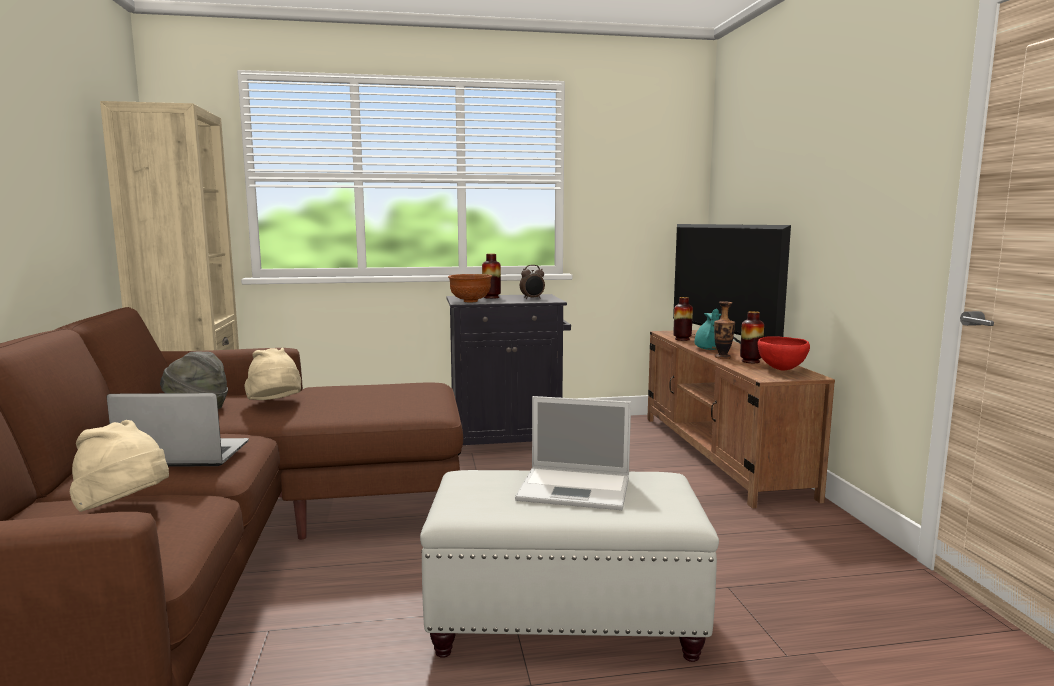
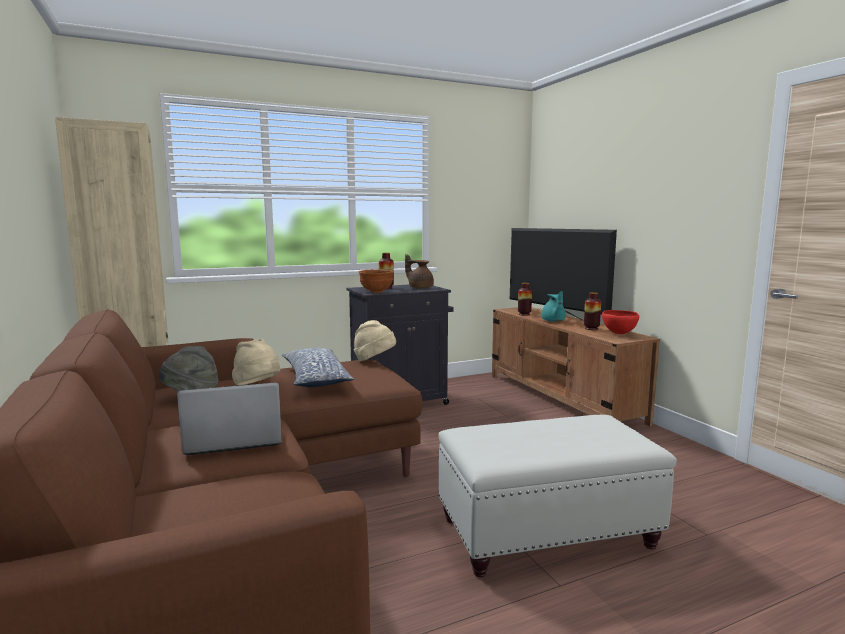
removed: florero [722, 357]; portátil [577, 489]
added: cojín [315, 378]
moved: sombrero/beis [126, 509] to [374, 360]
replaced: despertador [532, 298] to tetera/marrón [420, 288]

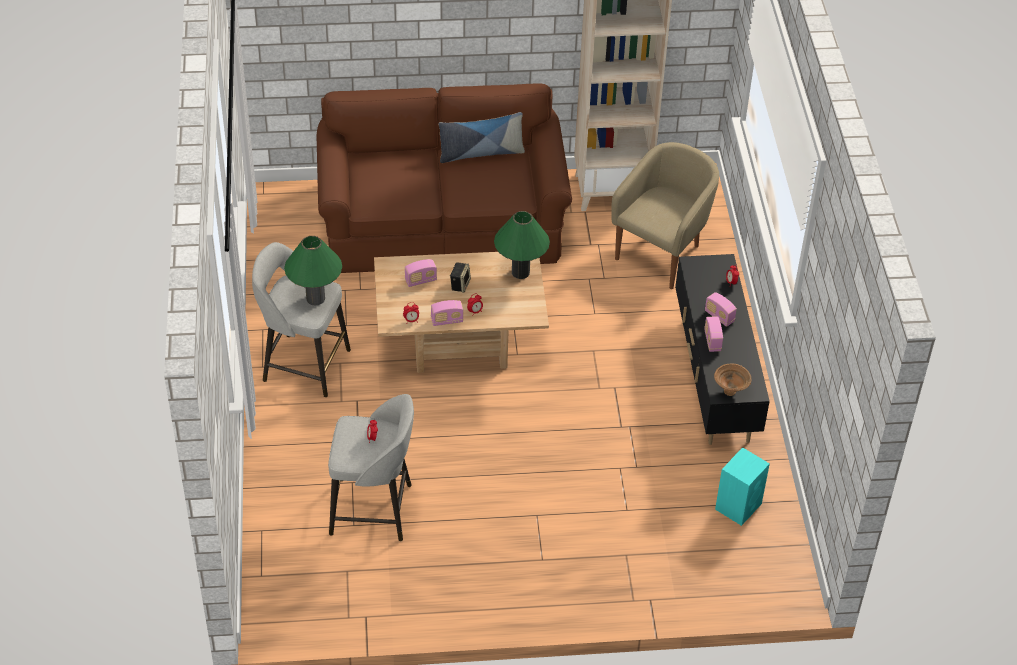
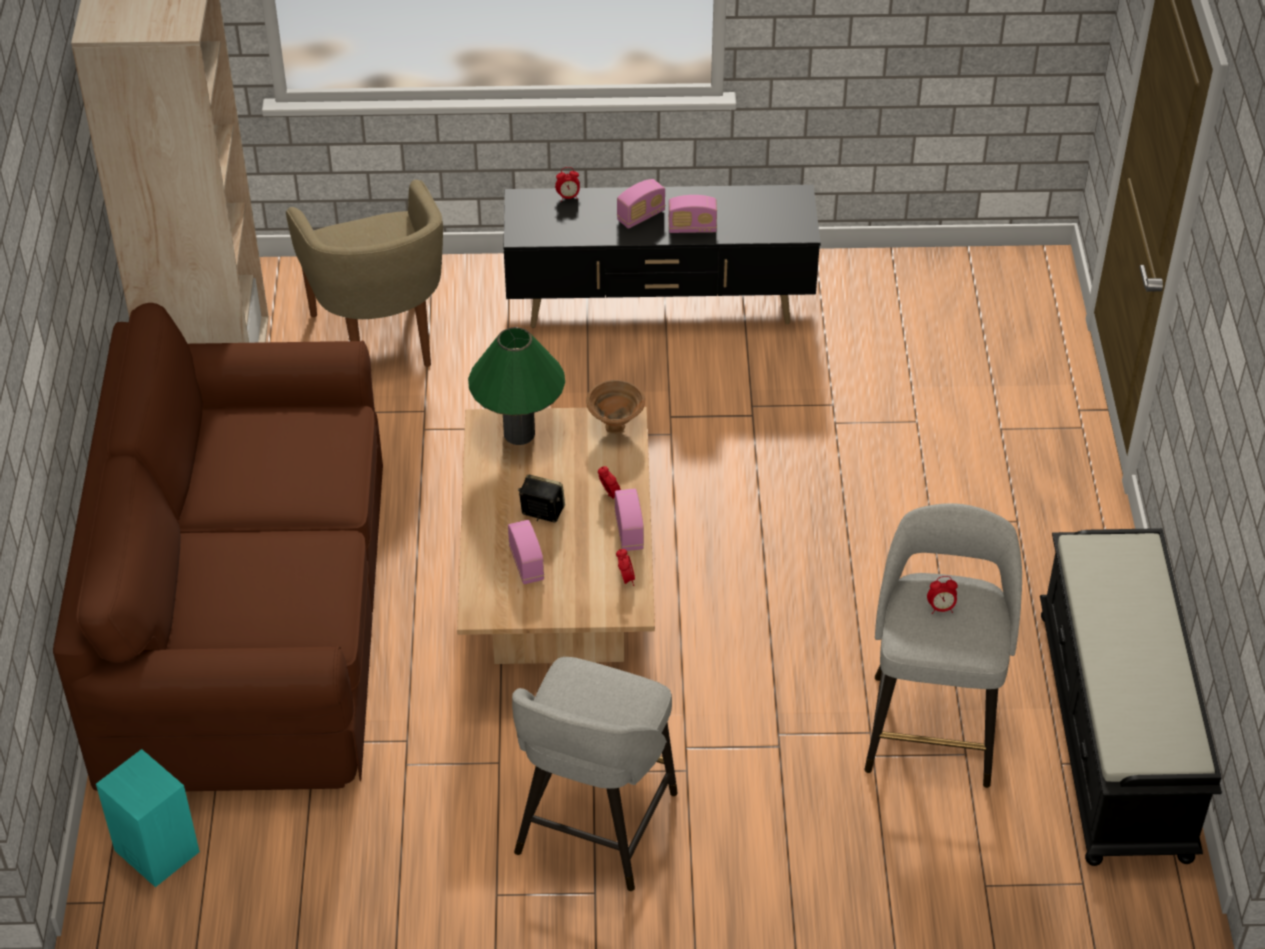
removed: cojín [481, 153]; lámpara de mesa/verde [315, 298]
added: banco/negro [1116, 735]
moved: cuenco/marrón [731, 391] to [615, 426]; altavoz/turquesa [739, 505] to [155, 850]
turned: sillón/beis [662, 254] = [380, 338] 150 degrees counterclockwise

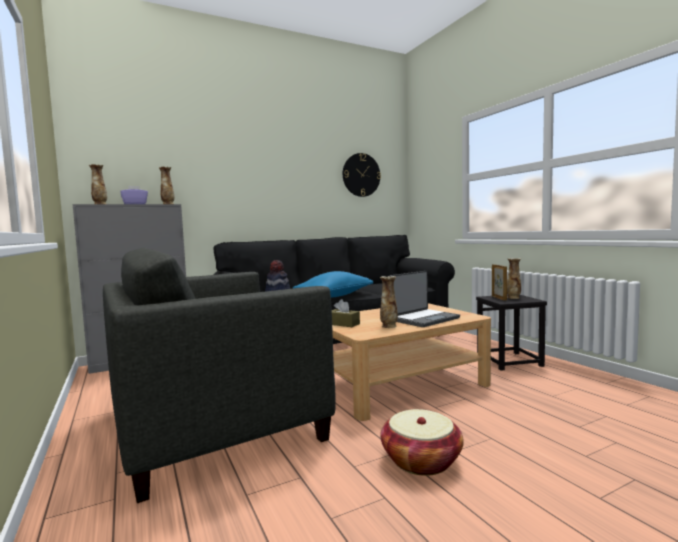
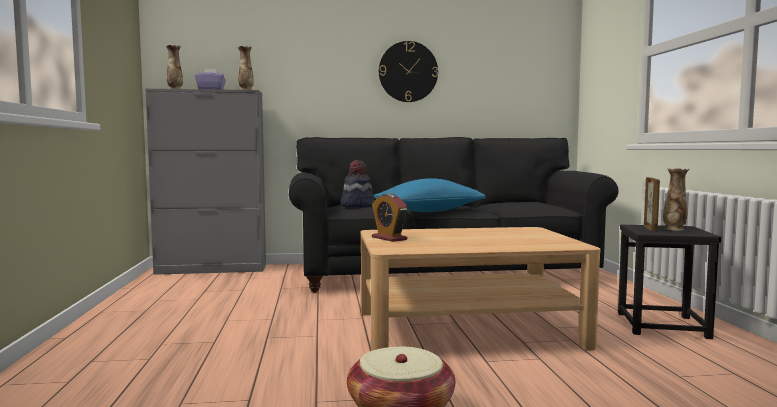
removed: sillón/gris [216, 423]; portátil [424, 319]; florero [389, 326]
moved: reloj de pared [361, 175] to [408, 72]
replaced: caja de pañuelos/marrón [343, 324] to despertador [389, 238]

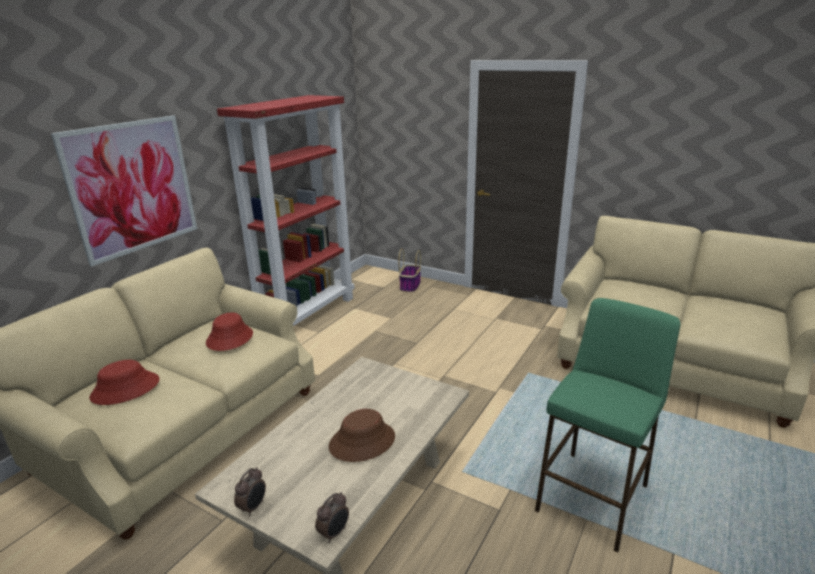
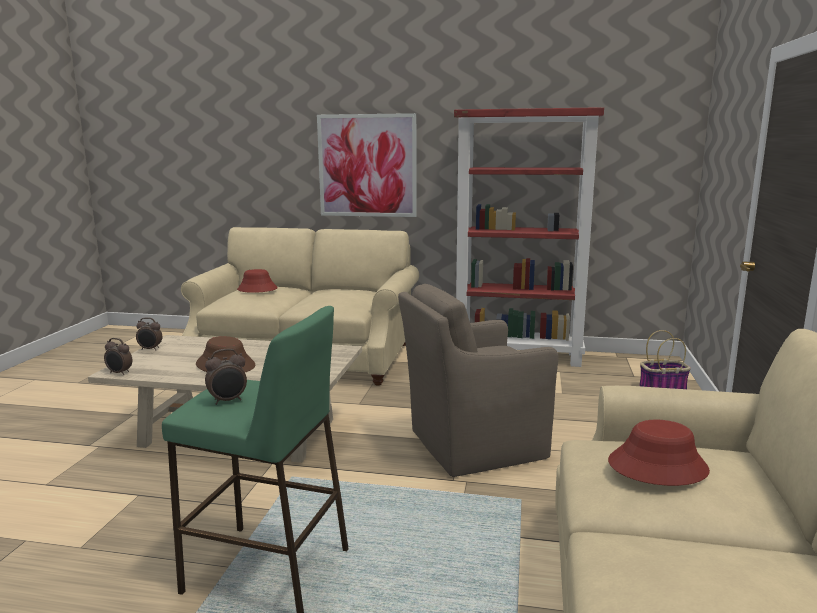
added: sillón/marrón [472, 445]; despertador [228, 401]
moved: sombrero/rojo [229, 338] to [657, 466]

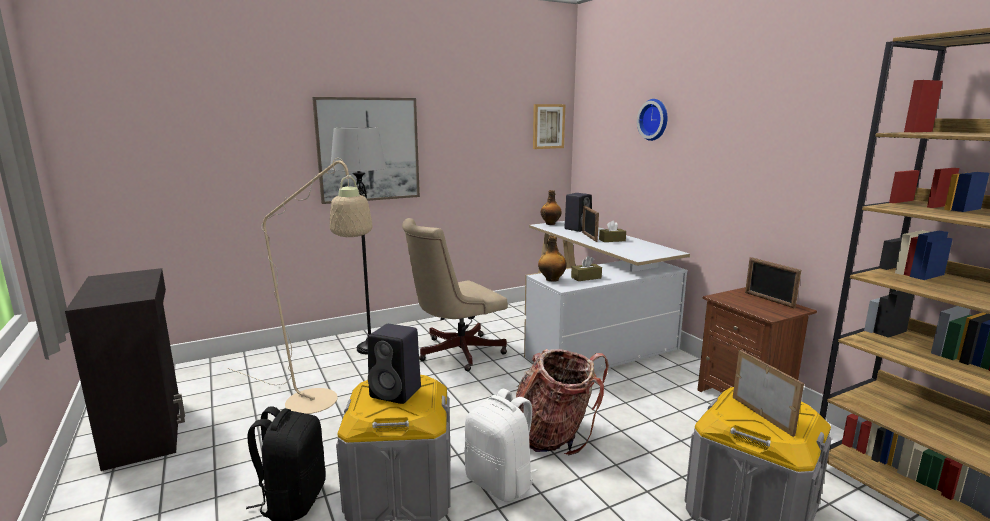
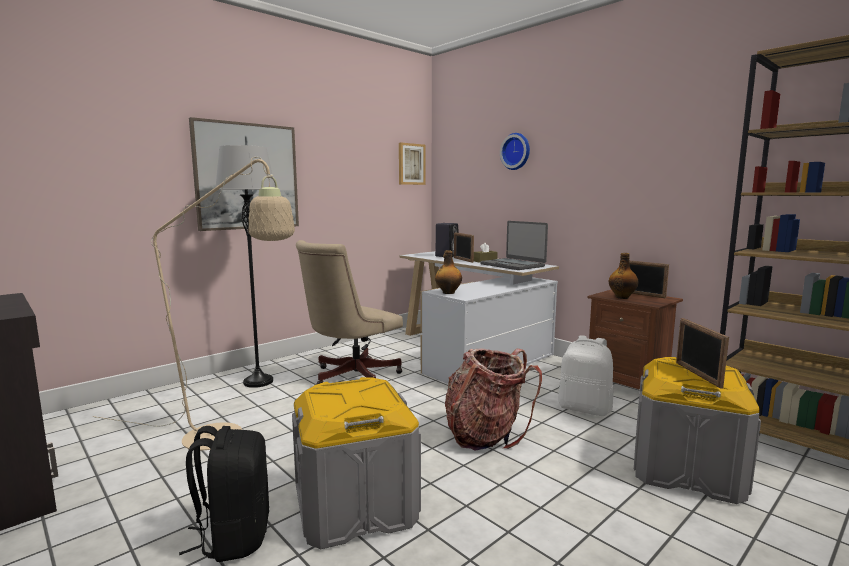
removed: caja de pañuelos/marrón [586, 278]; altavoz/negro [397, 393]
added: portátil [513, 265]
moved: botella [550, 224] to [622, 297]; mochila/blanco [501, 483] to [585, 408]
turned: portarretratos [762, 415] = [697, 374] 150 degrees counterclockwise

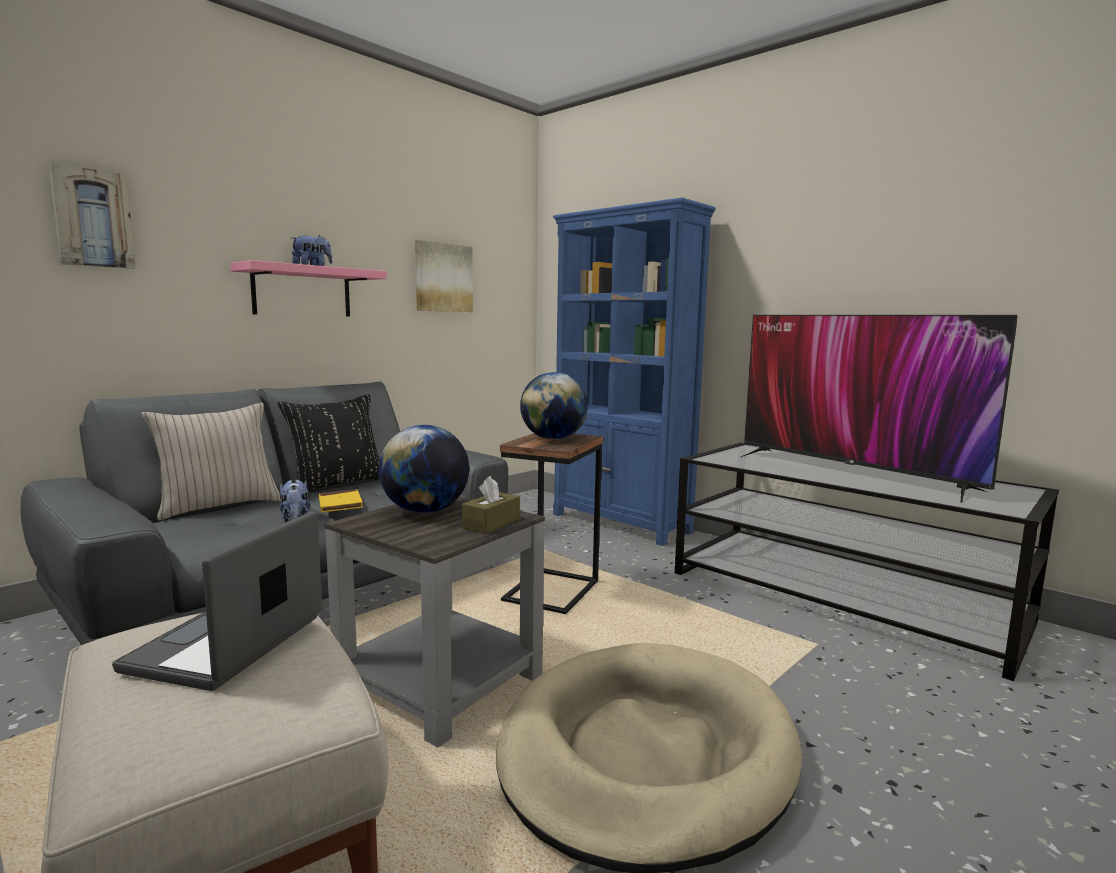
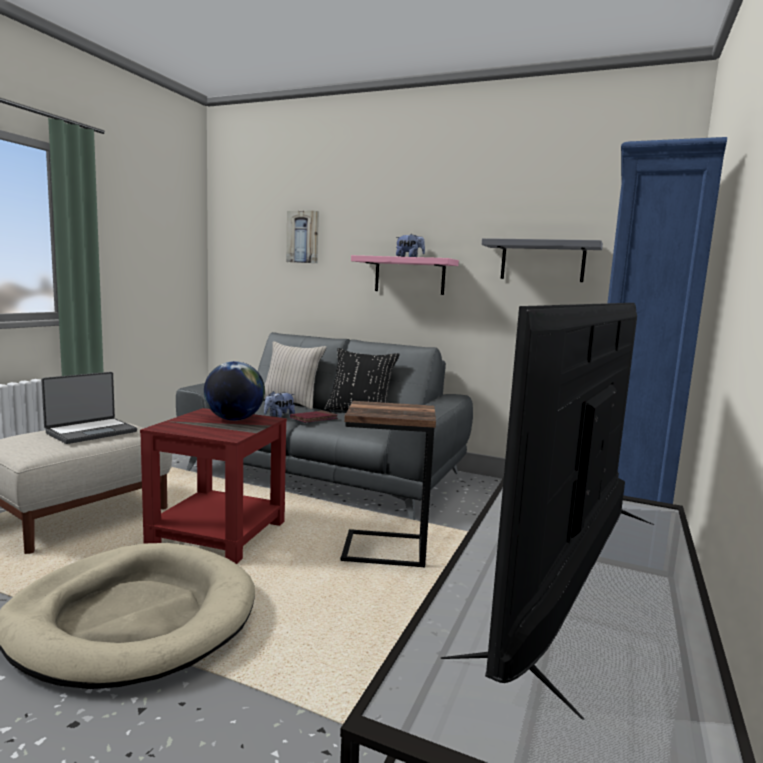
removed: globo terráqueo [553, 439]; caja de pañuelos/marrón [491, 523]
replaced: cuadro [443, 277] to estante/gris [542, 261]
recoloured: libro/amarillo [340, 504] to libro/rojo [314, 419]; mesa auxiliar/gris [440, 681] to mesa auxiliar/rojo [220, 533]
turned: portátil [229, 644] = [91, 432] 135 degrees clockwise

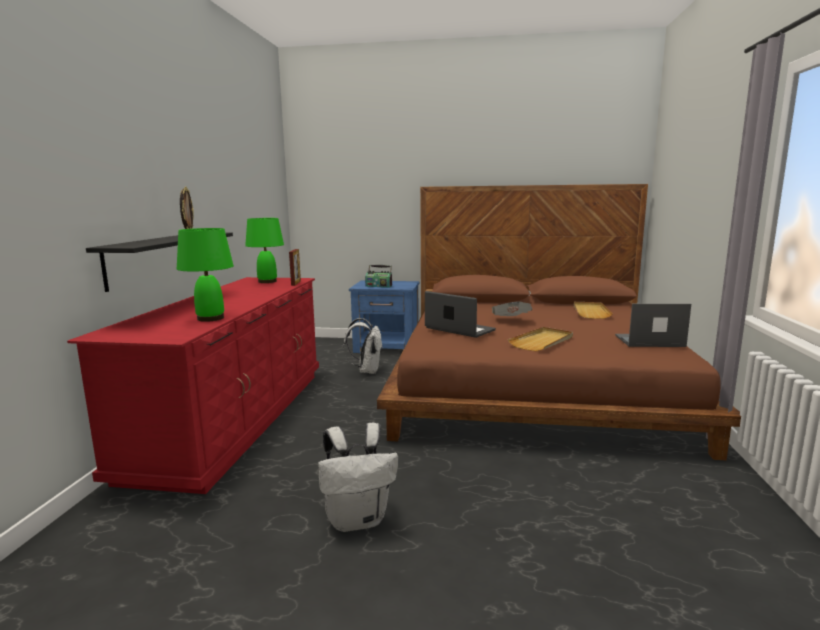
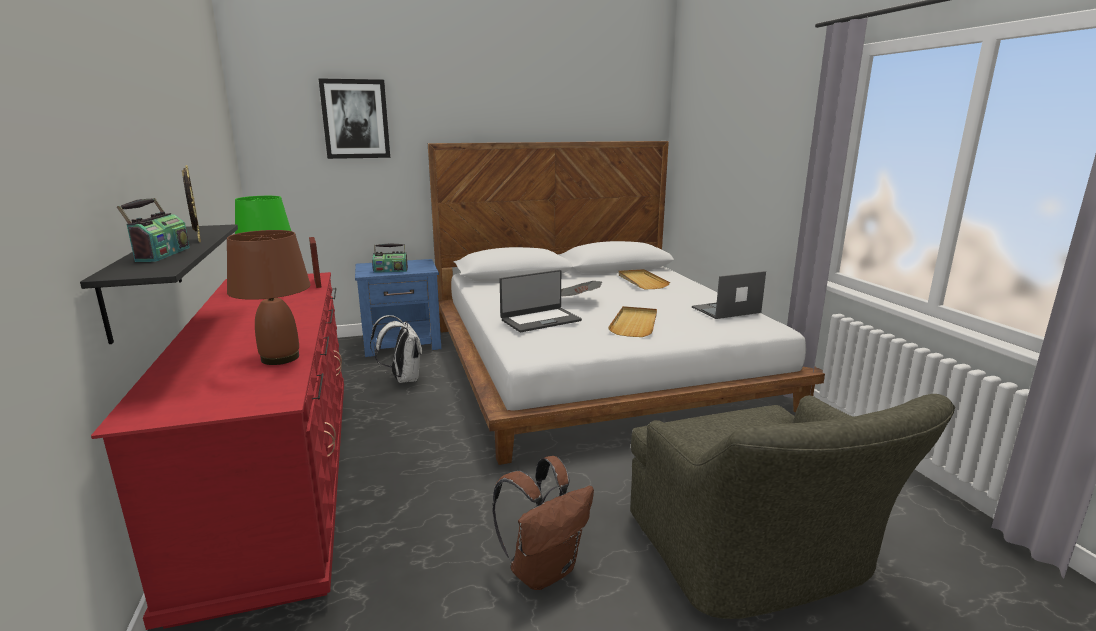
added: cuadro [355, 119]; radio [161, 254]; sillón/verde [757, 560]
recoloured: cama/marrón [533, 384] to cama/blanco [597, 365]; lámpara de mesa/verde [210, 318] to lámpara de mesa/marrón [279, 358]; mochila/blanco [358, 519] to mochila/marrón [544, 570]
turned: portátil [459, 329] = [540, 320] 135 degrees clockwise

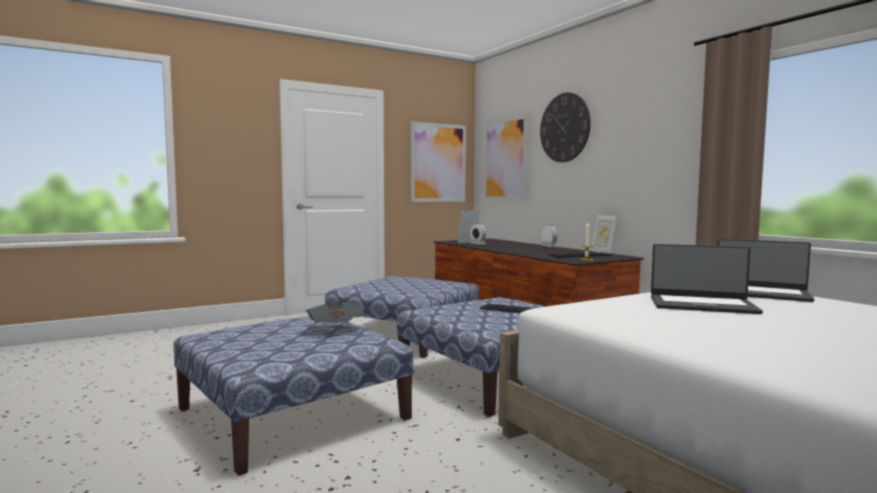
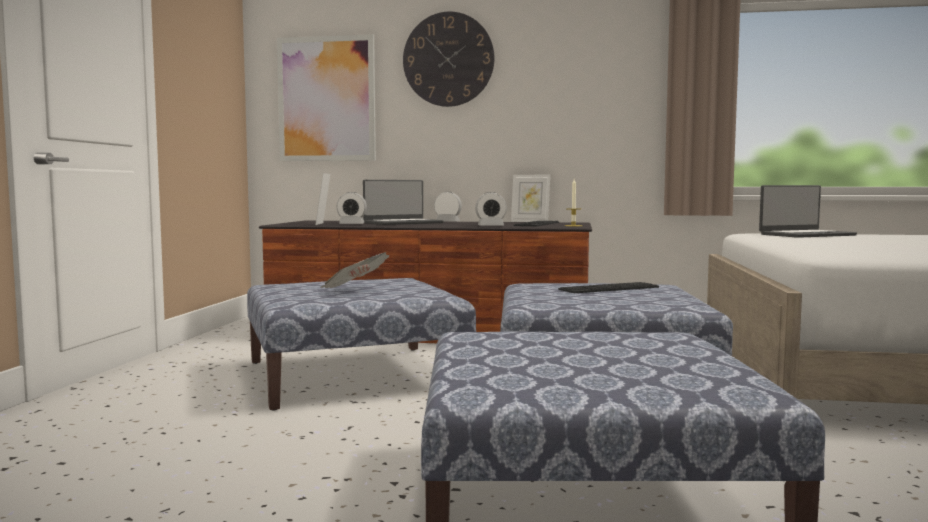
removed: cuadro [438, 162]
added: despertador [490, 226]
moved: portátil [702, 305] to [402, 223]; periódico [336, 329] to [355, 290]

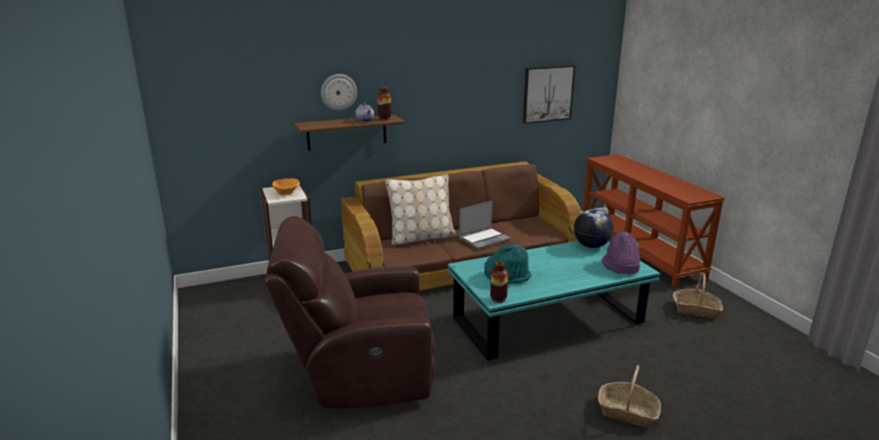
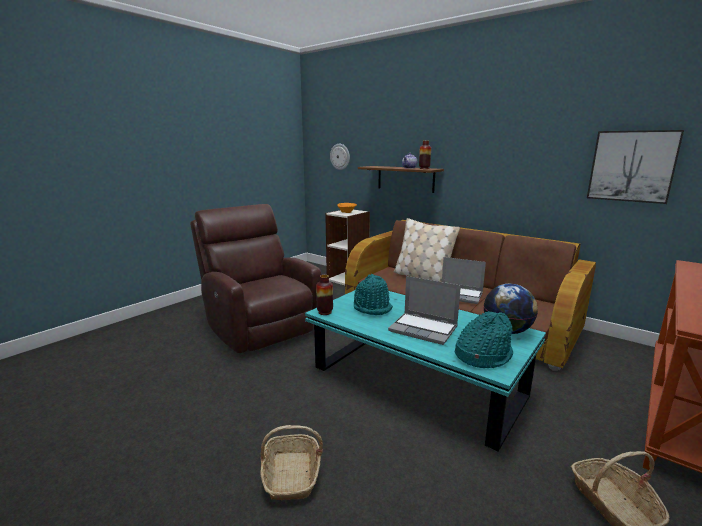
added: portátil [424, 329]
moved: reloj de pared [338, 92] to [340, 156]
recoloured: sombrero/morado [620, 266] to sombrero/turquesa [482, 355]

